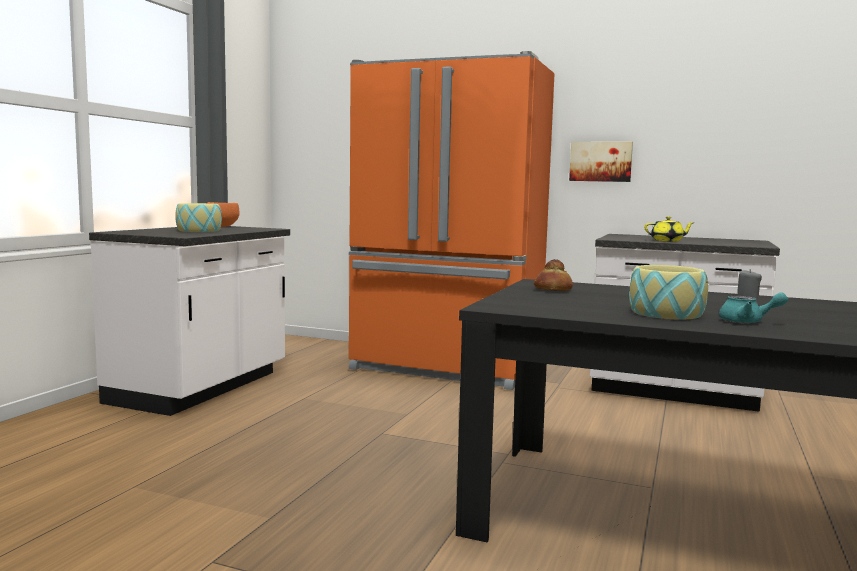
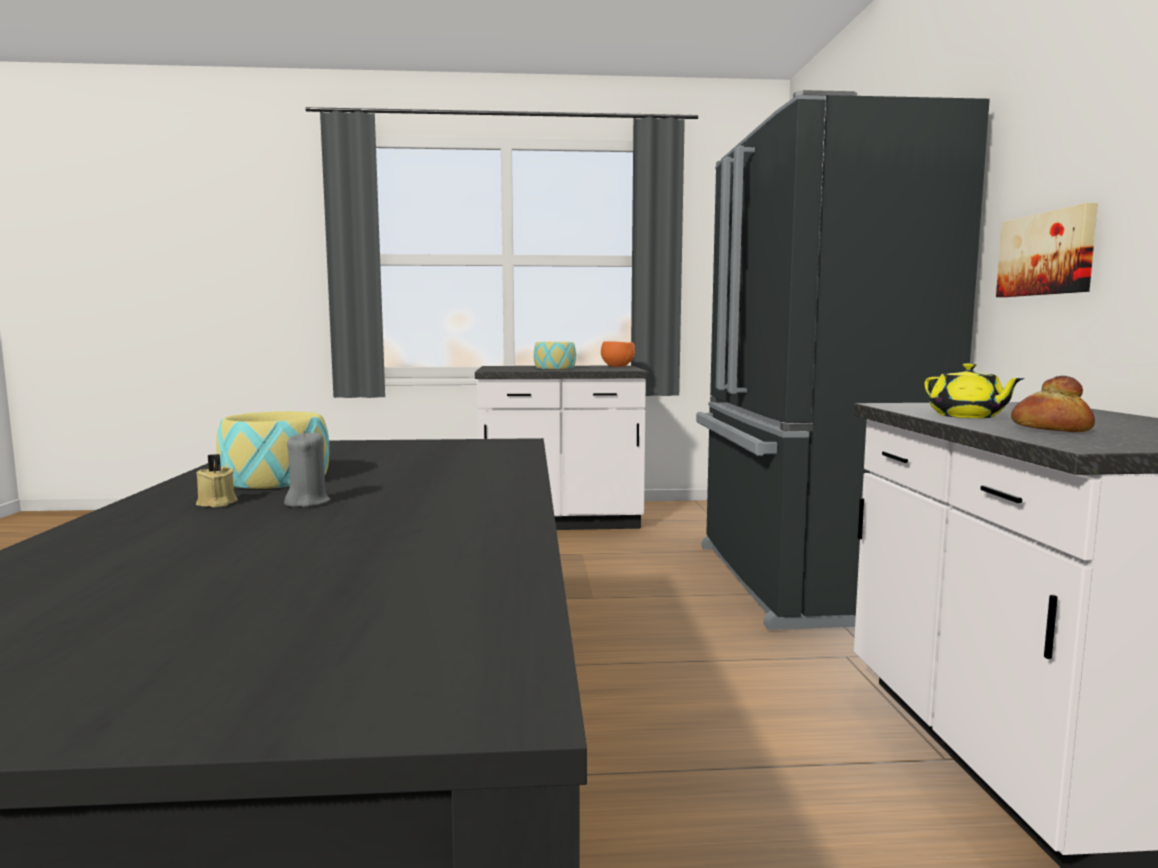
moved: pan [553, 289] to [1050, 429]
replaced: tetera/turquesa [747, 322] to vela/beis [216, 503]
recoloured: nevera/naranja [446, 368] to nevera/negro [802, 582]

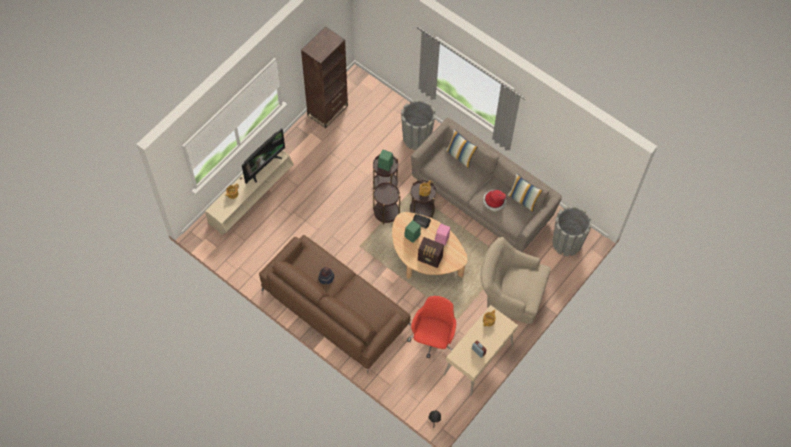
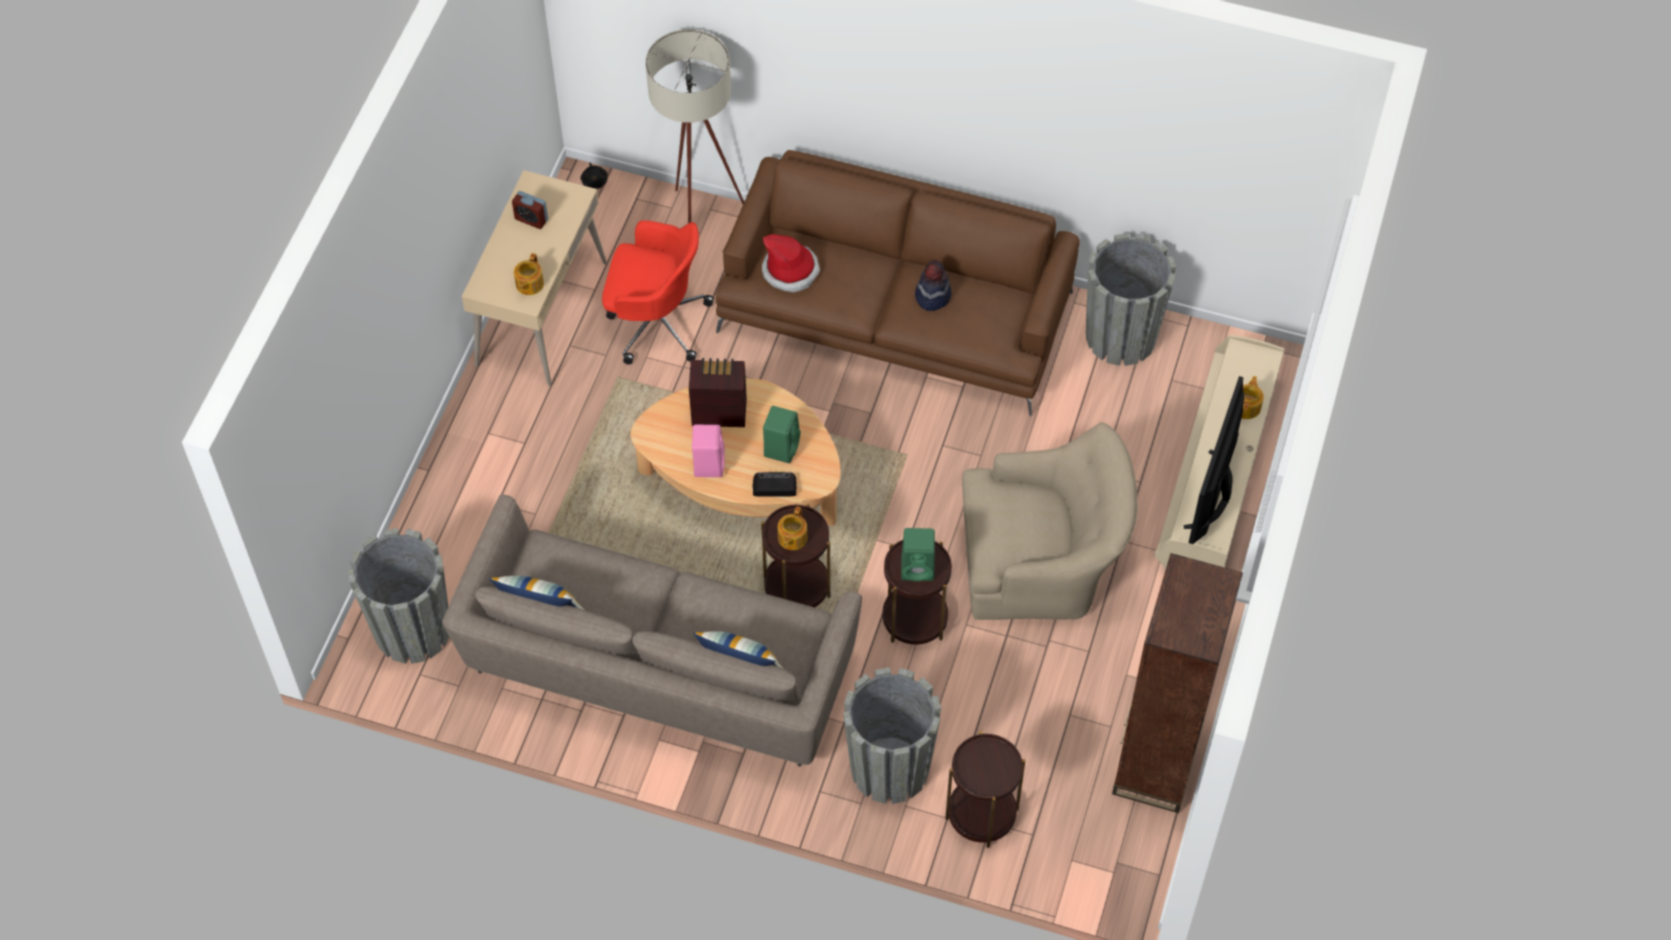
added: lámpara de pie/beis [700, 225]; maceta/gris [1121, 336]
moved: mesa auxiliar/marrón [386, 212] to [982, 814]; sombrero [494, 201] to [790, 271]; sillón/beis [510, 293] to [1042, 562]
turned: silla de oficina/rojo [433, 339] = [655, 321] 75 degrees counterclockwise

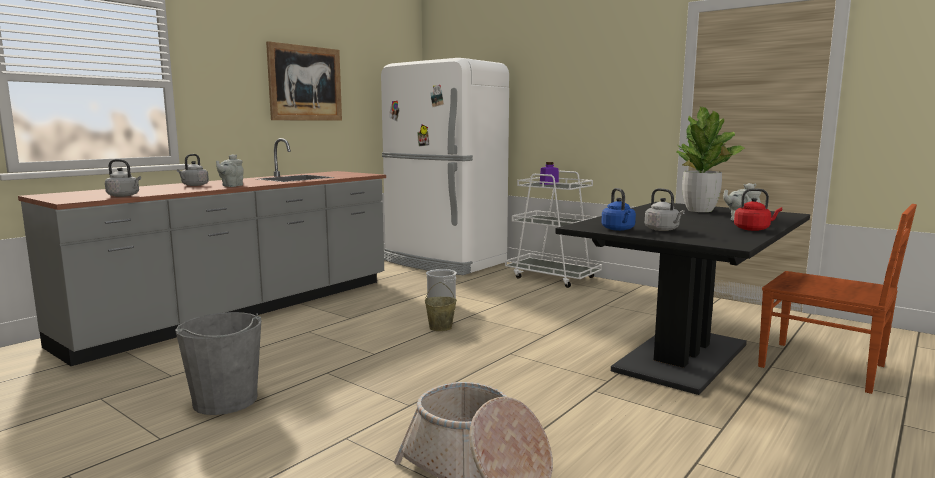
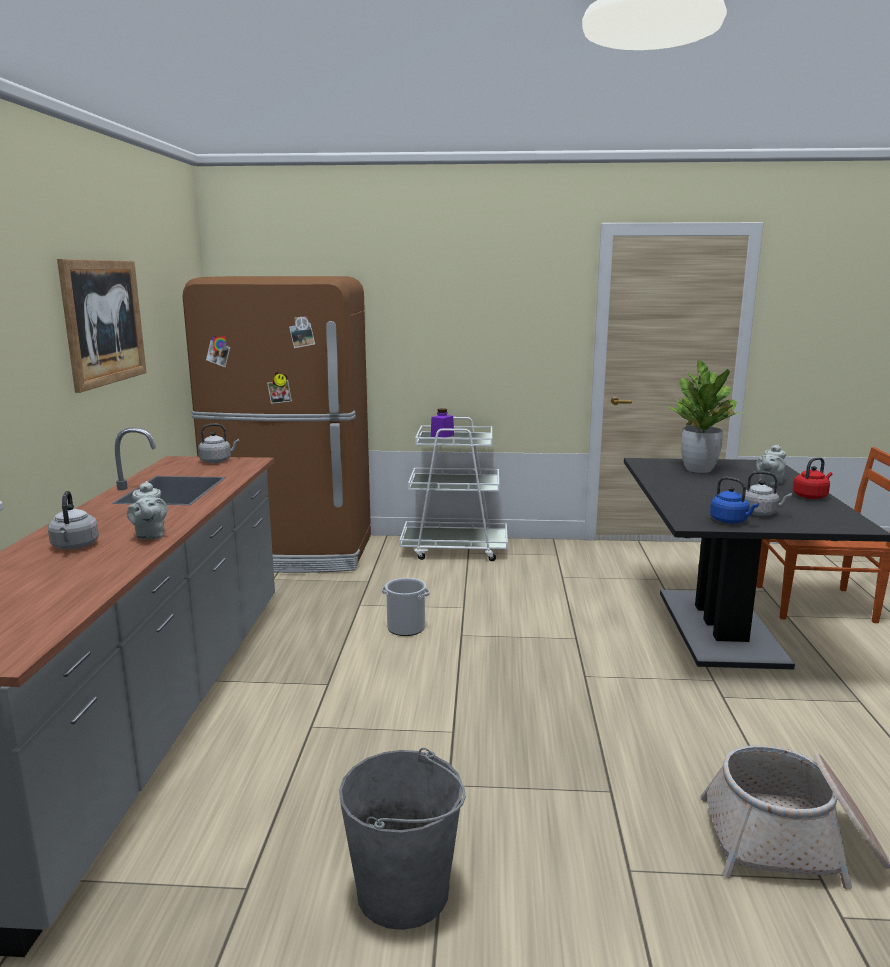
removed: cubo/beis [440, 327]
moved: hervidor/gris [124, 196] to [217, 461]
recoloured: nevera/blanco [443, 262] to nevera/marrón [292, 552]

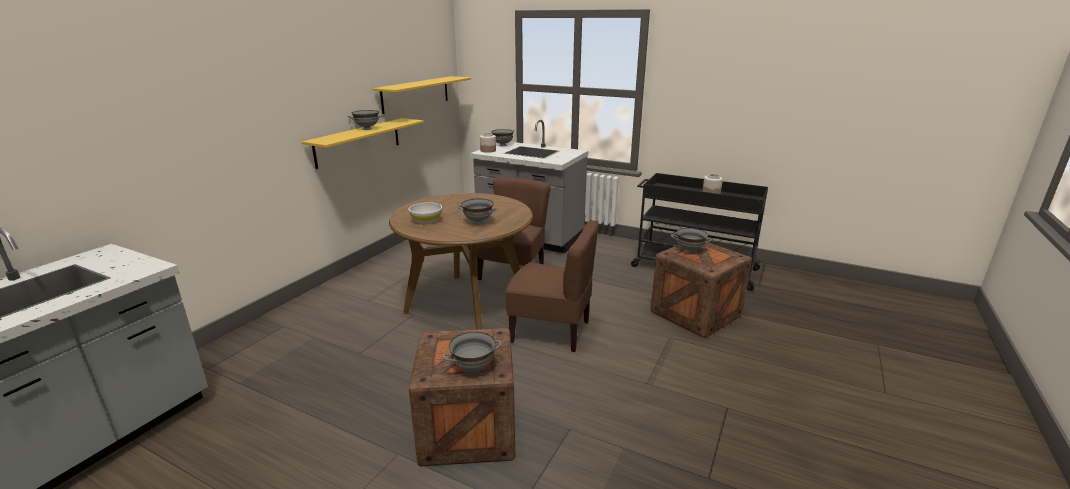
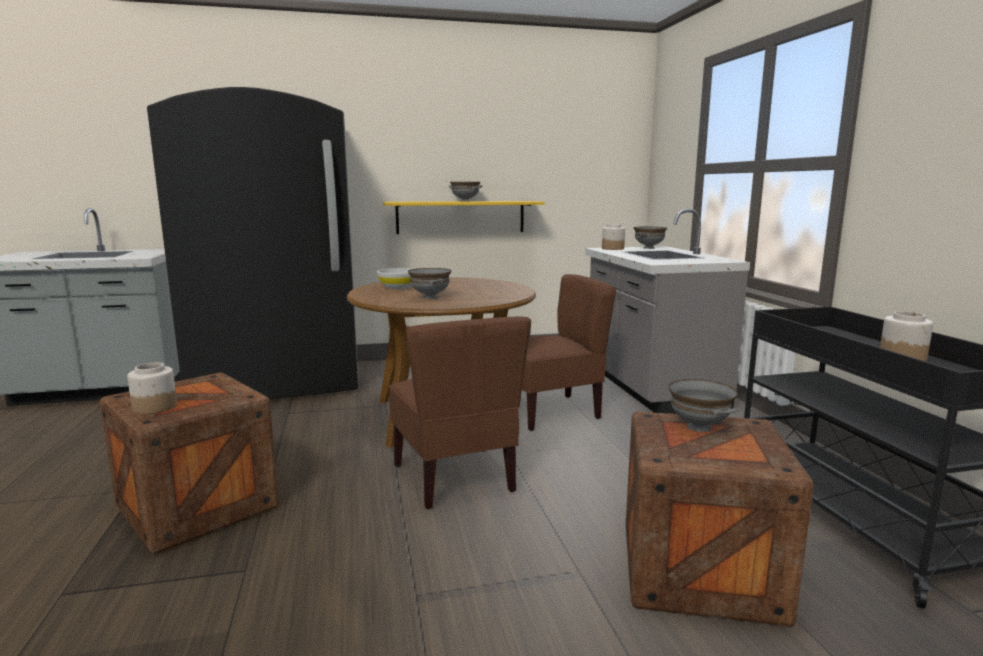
removed: estante/amarillo [416, 94]
added: nevera/negro [280, 382]
replaced: cuenco/gris [473, 368] to tarro [154, 407]

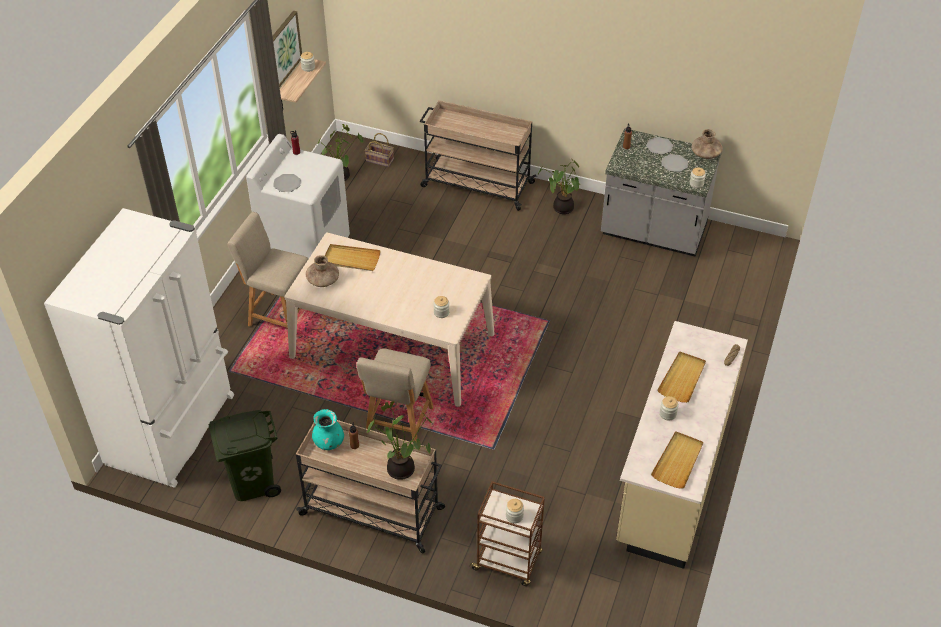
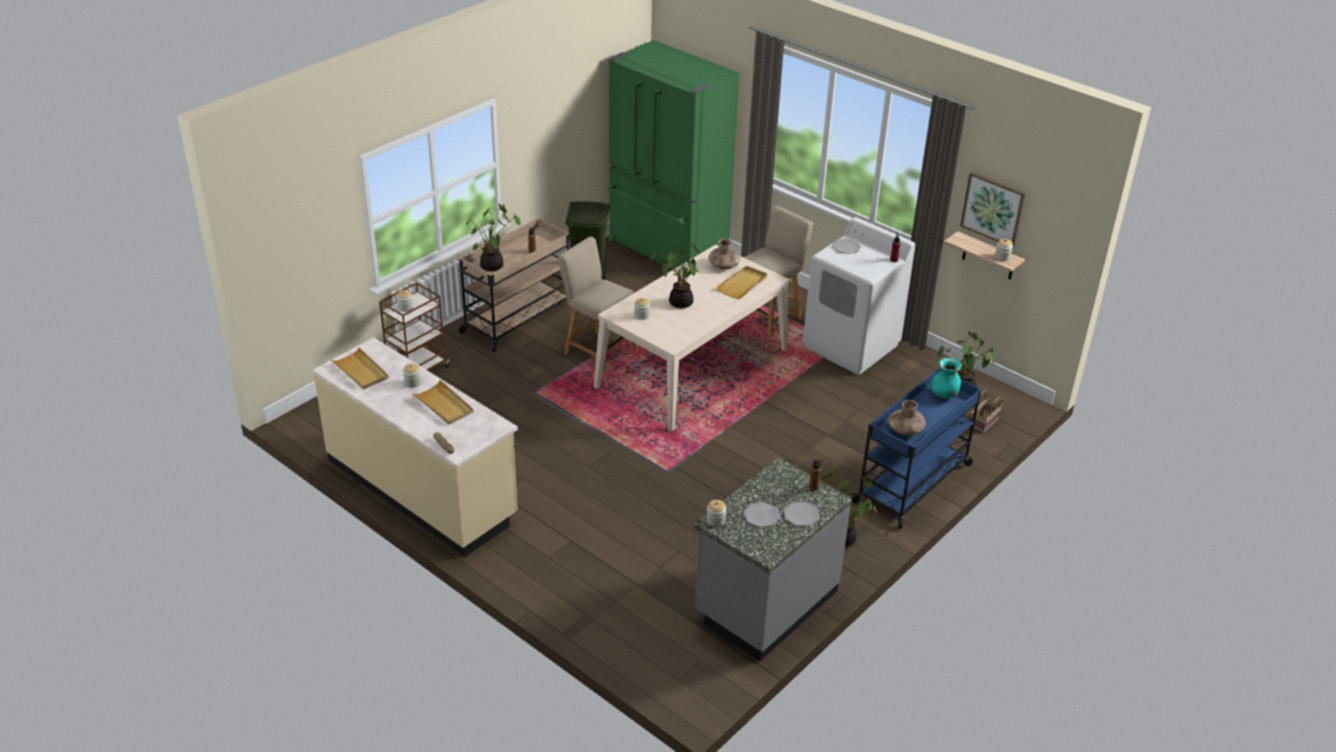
added: planta en maceta [678, 302]
moved: florero/marrón [705, 154] to [905, 430]; florero/turquesa [329, 442] to [944, 394]
recoloured: carrito/beis [476, 184] to carrito/azul [913, 482]; nevera/blanco [174, 430] to nevera/verde [666, 248]

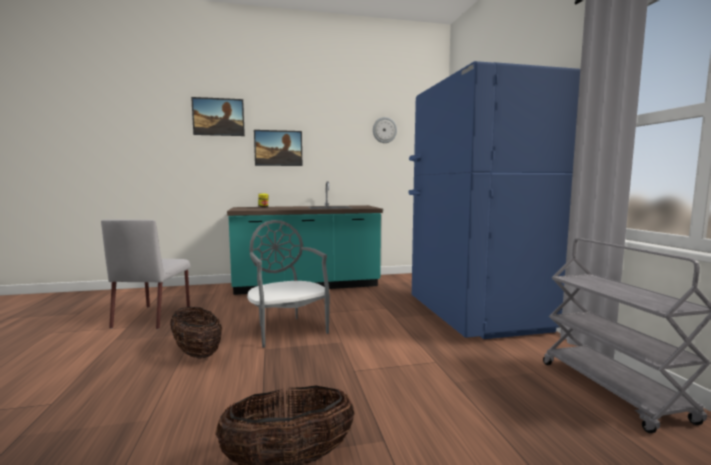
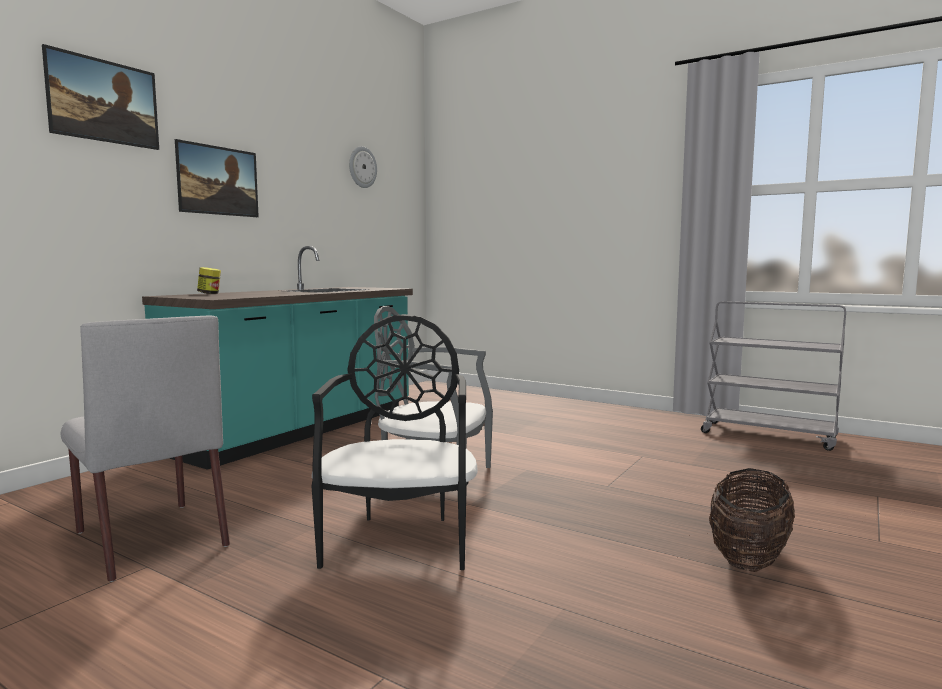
removed: nevera/azul [475, 315]
replaced: cesta [197, 353] to silla/negro [400, 540]

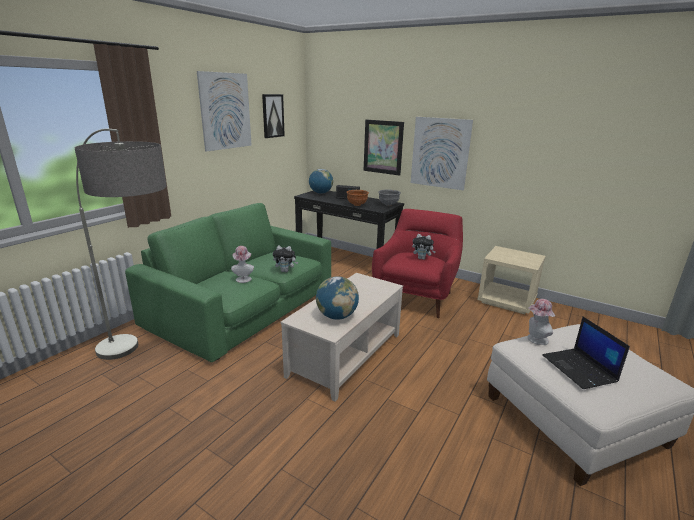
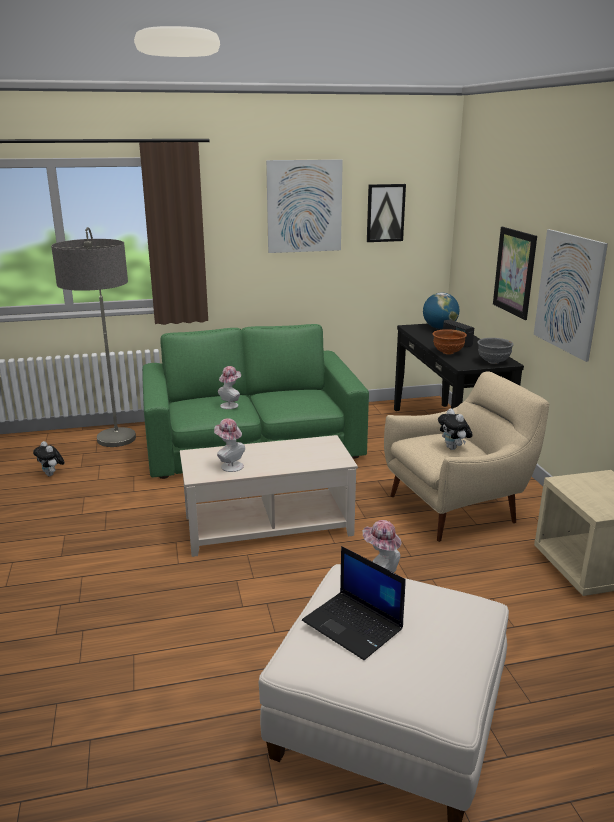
moved: peluche [285, 271] to [52, 474]
replaced: globo terráqueo [337, 316] to sombrero [229, 465]
recoloured: sillón/rojo [416, 297] to sillón/beis [457, 508]
turned: portátil [580, 369] = [354, 625] 75 degrees counterclockwise

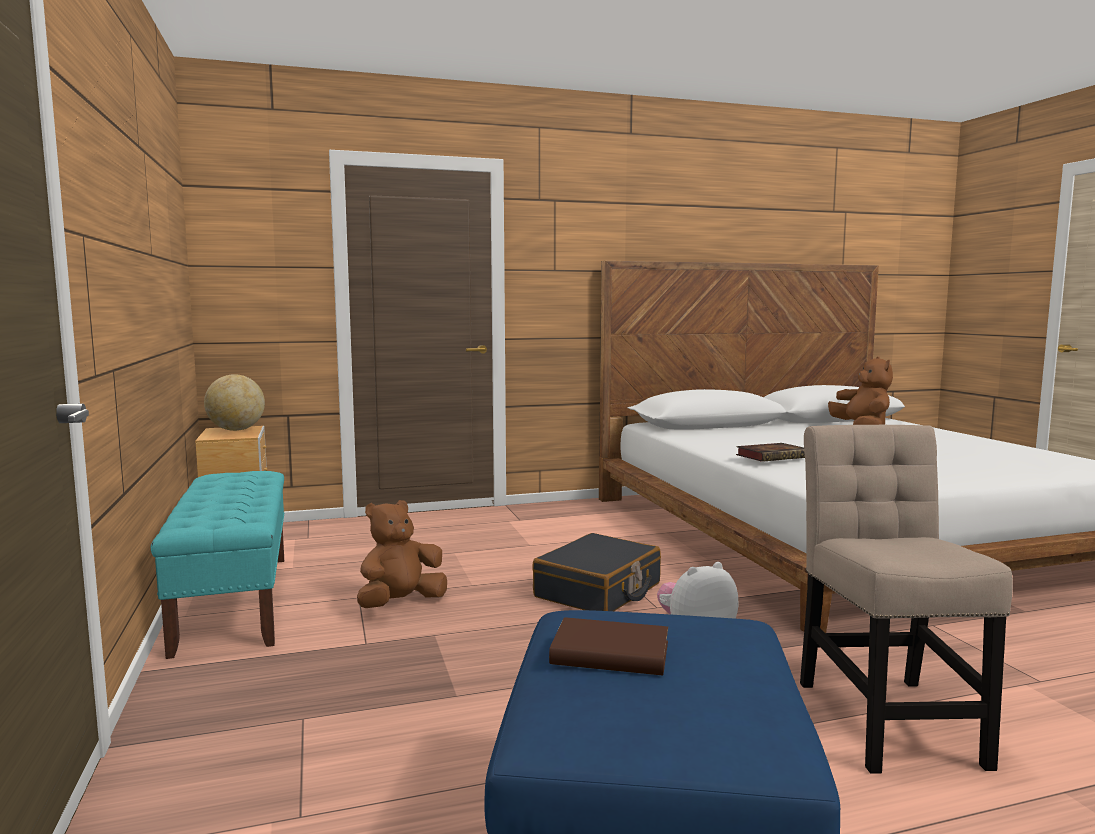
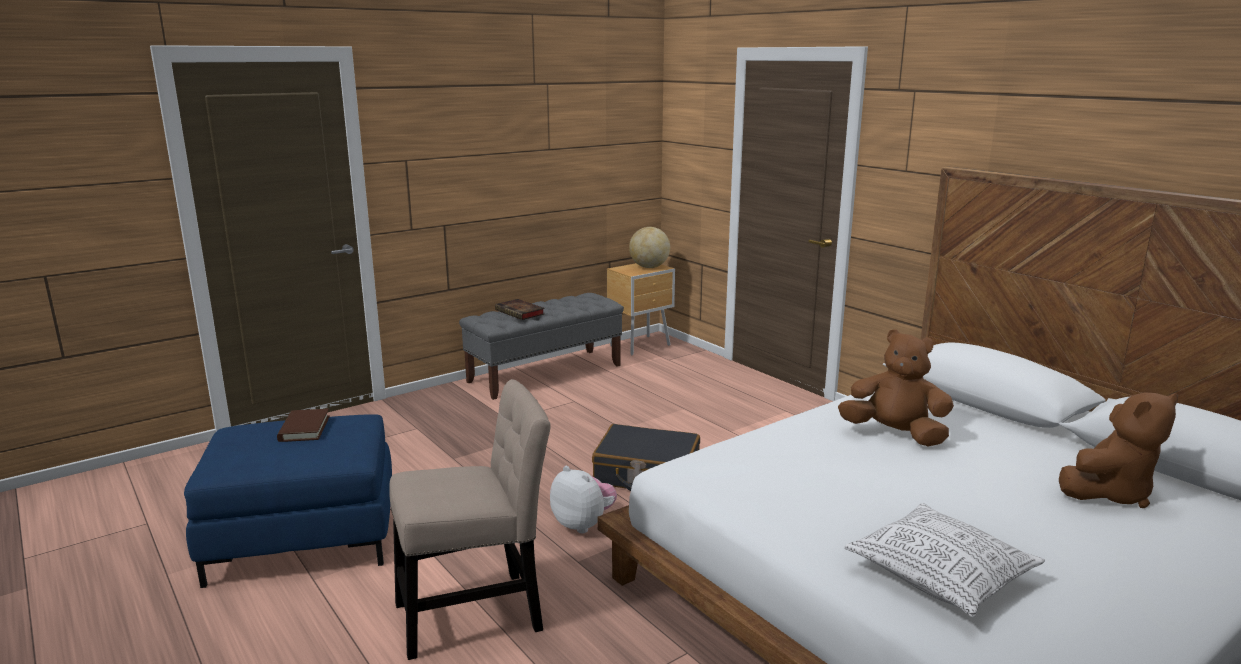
added: cojín [941, 576]
moved: libro [773, 456] to [521, 313]; peluche/marrón [400, 603] to [895, 434]
recoloured: banco/turquesa [234, 601] to banco/gris [545, 373]

